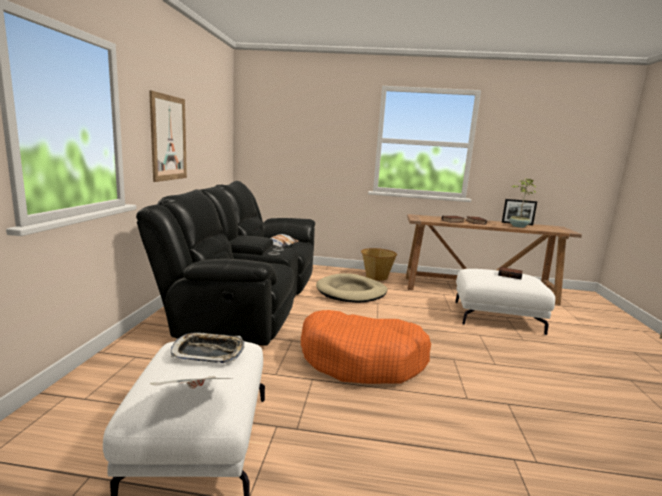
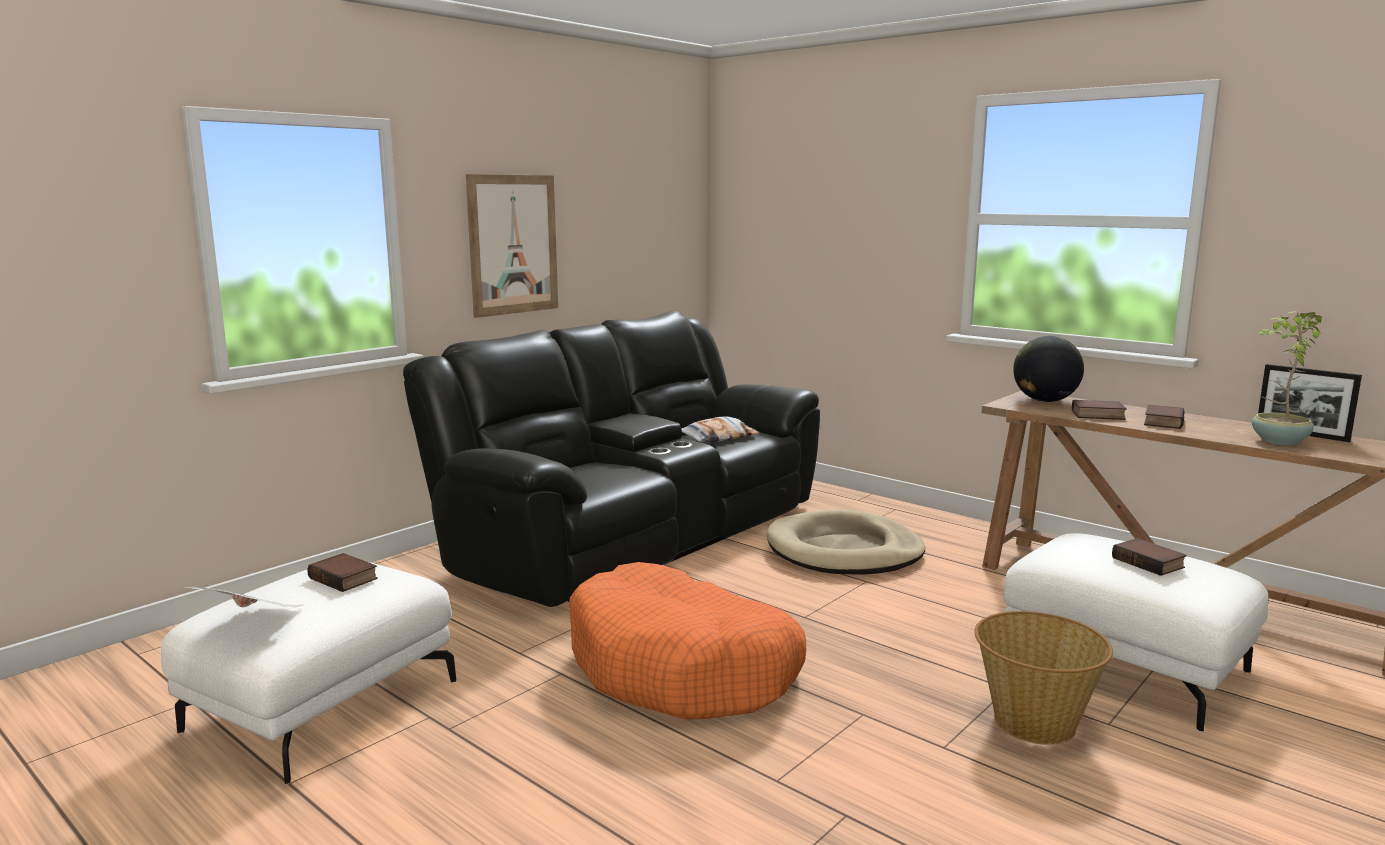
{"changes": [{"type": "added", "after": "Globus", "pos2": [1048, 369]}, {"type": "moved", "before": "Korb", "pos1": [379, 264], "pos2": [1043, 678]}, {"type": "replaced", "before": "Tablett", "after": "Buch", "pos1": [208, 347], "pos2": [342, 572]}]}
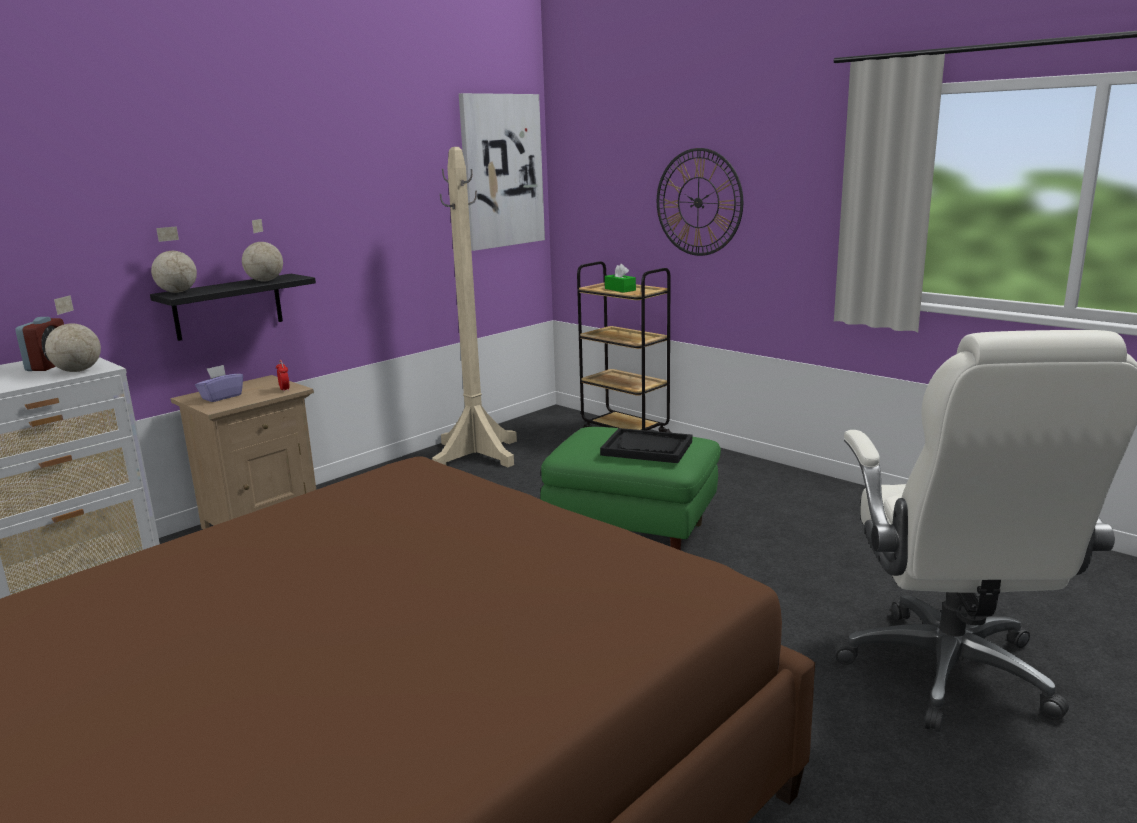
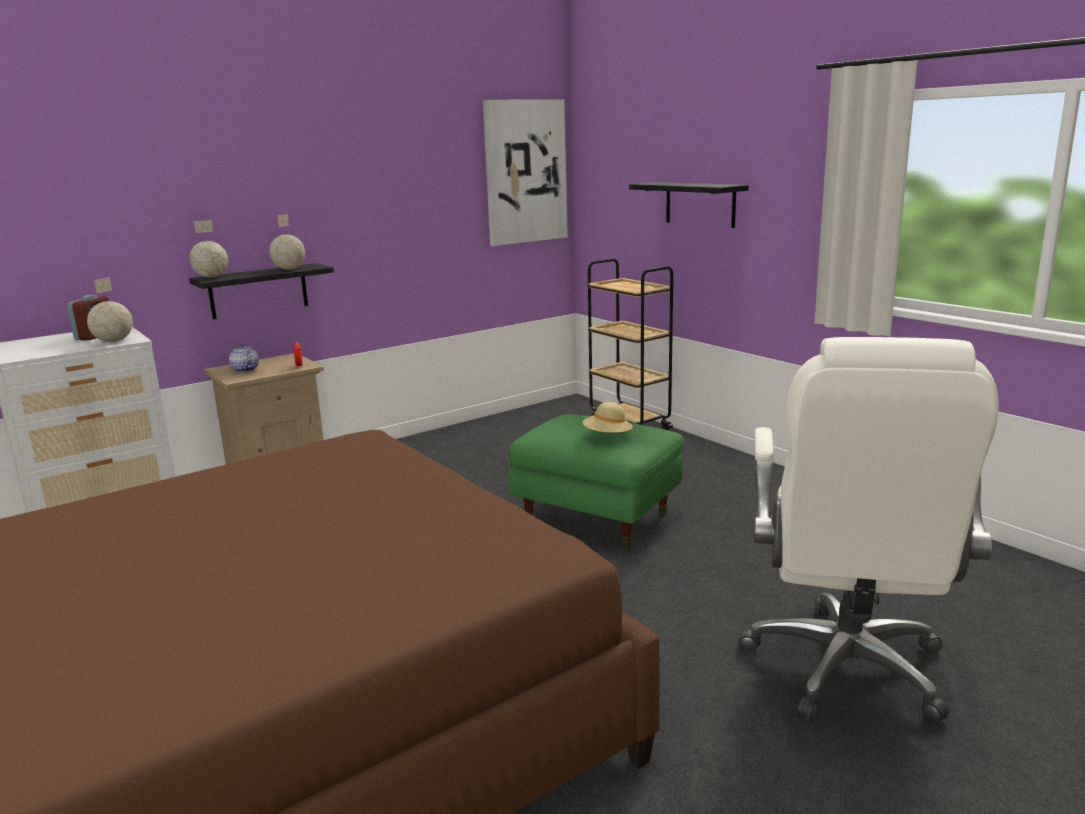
{"changes": [{"type": "removed", "before": "Kleiderständer [beige]", "pos1": [474, 307]}, {"type": "removed", "before": "Taschentuchbox [grün]", "pos1": [620, 278]}, {"type": "replaced", "before": "Taschentuchbox [lila]", "after": "Teekanne", "pos1": [219, 383], "pos2": [244, 358]}, {"type": "replaced", "before": "Tablett [schwarz]", "after": "Hut [beige]", "pos1": [646, 445], "pos2": [608, 418]}, {"type": "replaced", "before": "Wanduhr", "after": "Wandregal [schwarz]", "pos1": [700, 202], "pos2": [689, 205]}]}
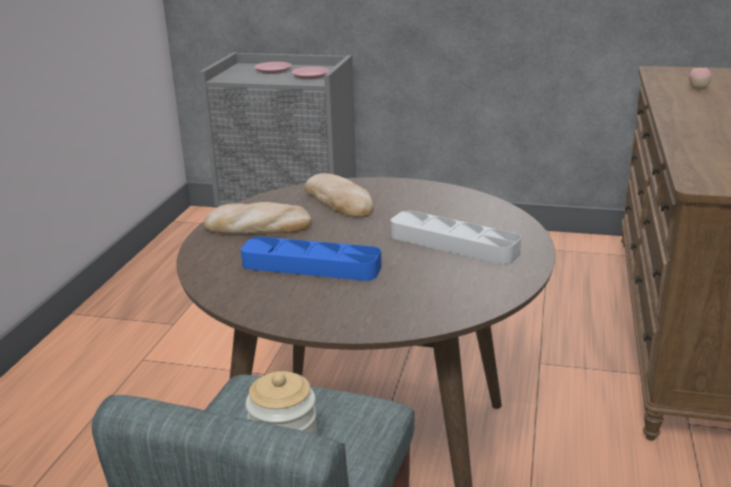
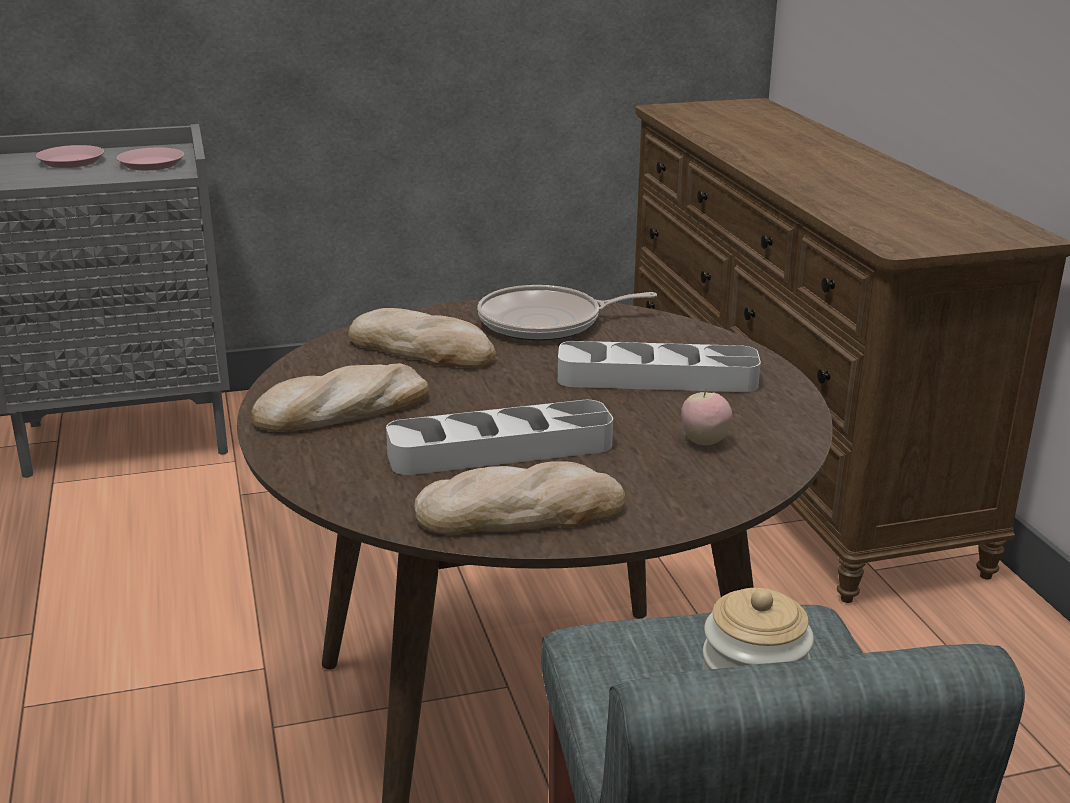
{"changes": [{"type": "added", "after": "Brot", "pos2": [520, 498]}, {"type": "added", "after": "Pfanne", "pos2": [567, 313]}, {"type": "moved", "before": "Apfel", "pos1": [700, 77], "pos2": [707, 417]}, {"type": "recoloured", "before": "Tablett [blau]", "after": "Tablett [grau]", "pos1": [311, 259], "pos2": [499, 437]}]}
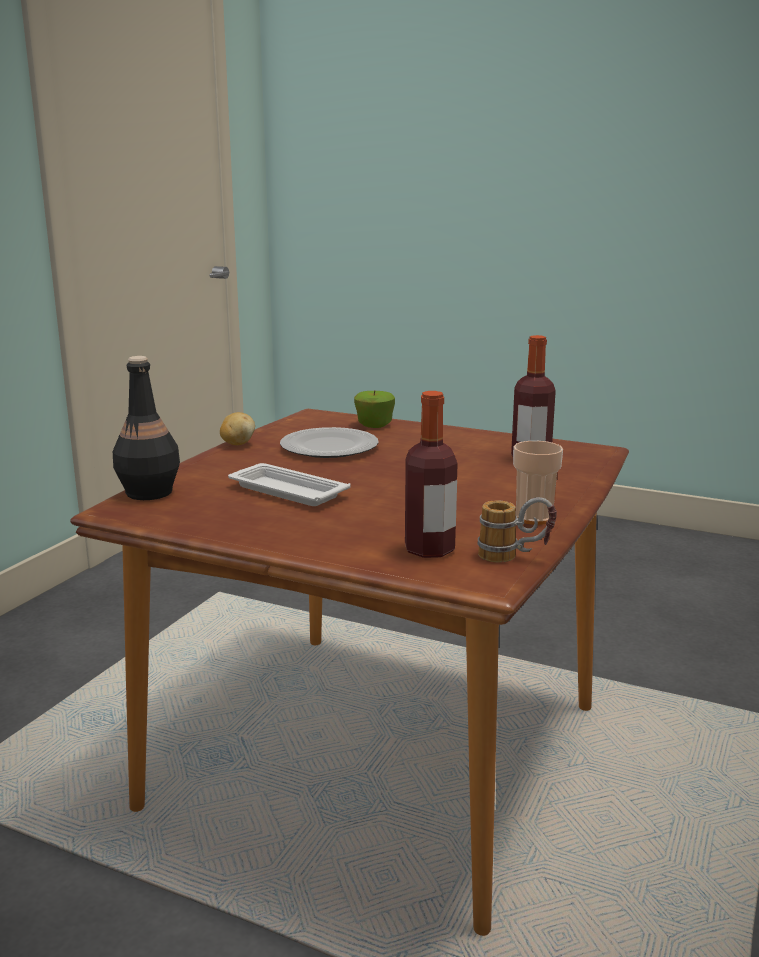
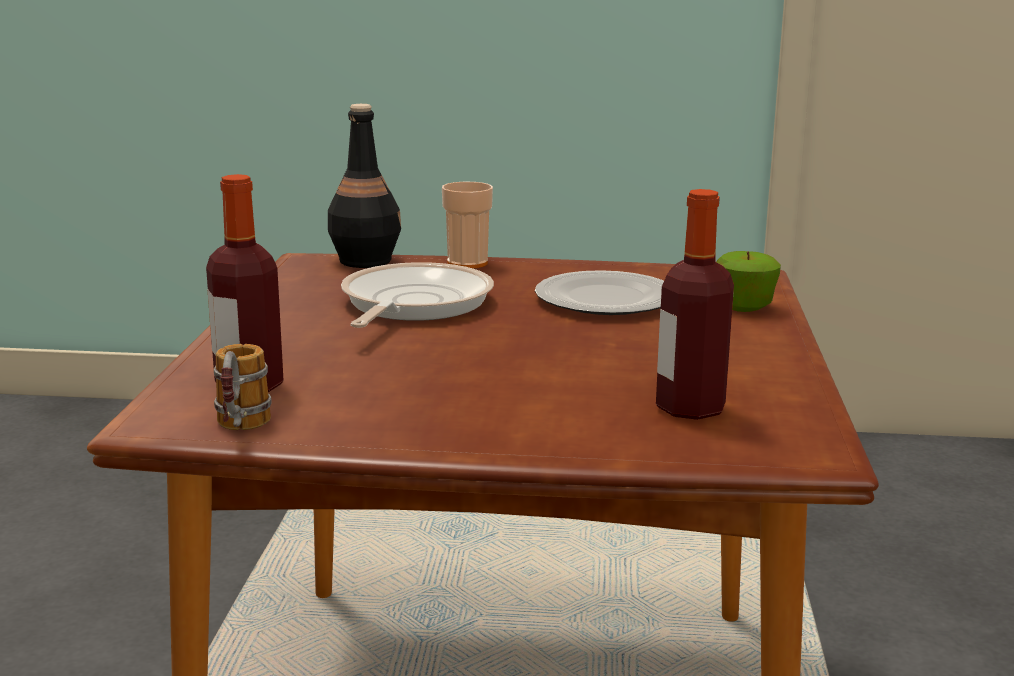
{"changes": [{"type": "removed", "before": "Kartoffel", "pos1": [237, 428]}, {"type": "moved", "before": "Tasse", "pos1": [538, 483], "pos2": [467, 225]}, {"type": "replaced", "before": "Tablett [weiß]", "after": "Pfanne", "pos1": [289, 484], "pos2": [417, 295]}]}
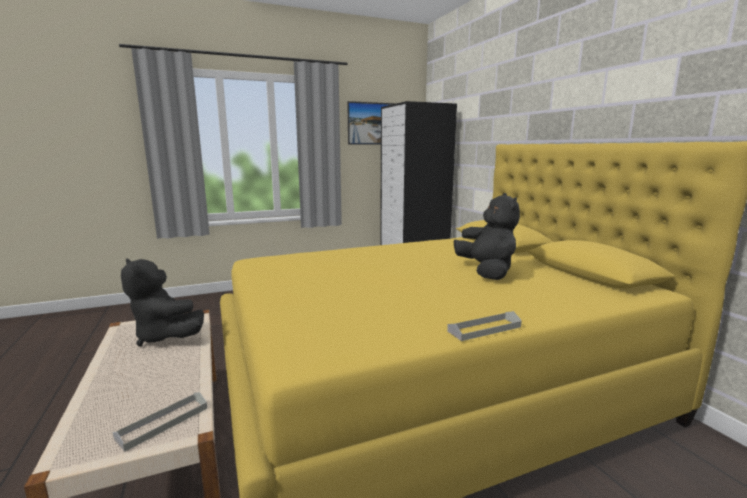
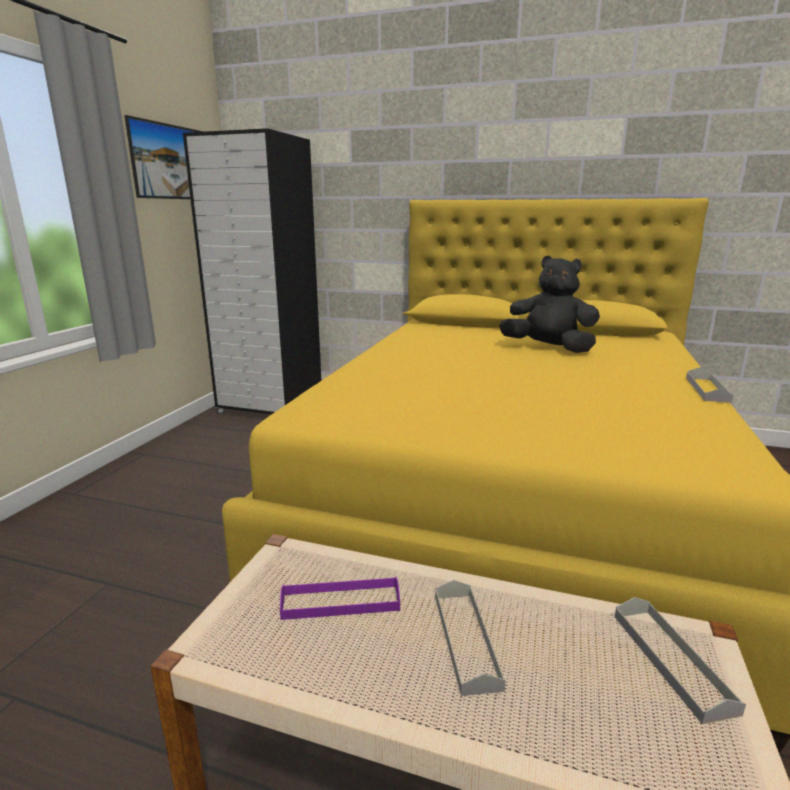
{"changes": [{"type": "added", "after": "Tablett [grau]", "pos2": [470, 638]}, {"type": "replaced", "before": "Plüschtier [schwarz]", "after": "Tablett [lila]", "pos1": [162, 302], "pos2": [340, 598]}]}
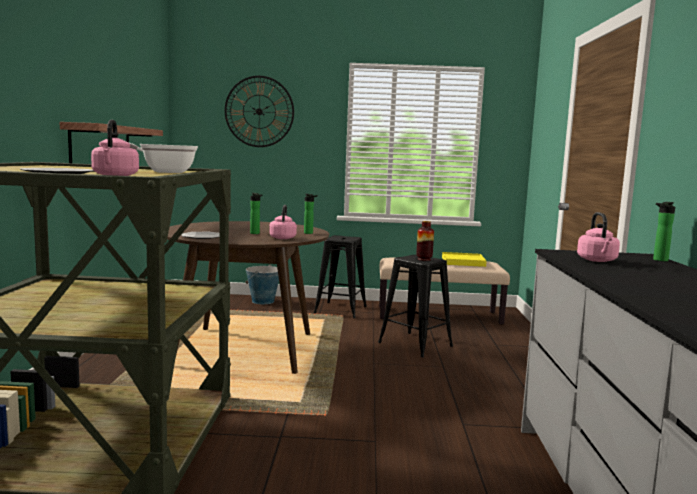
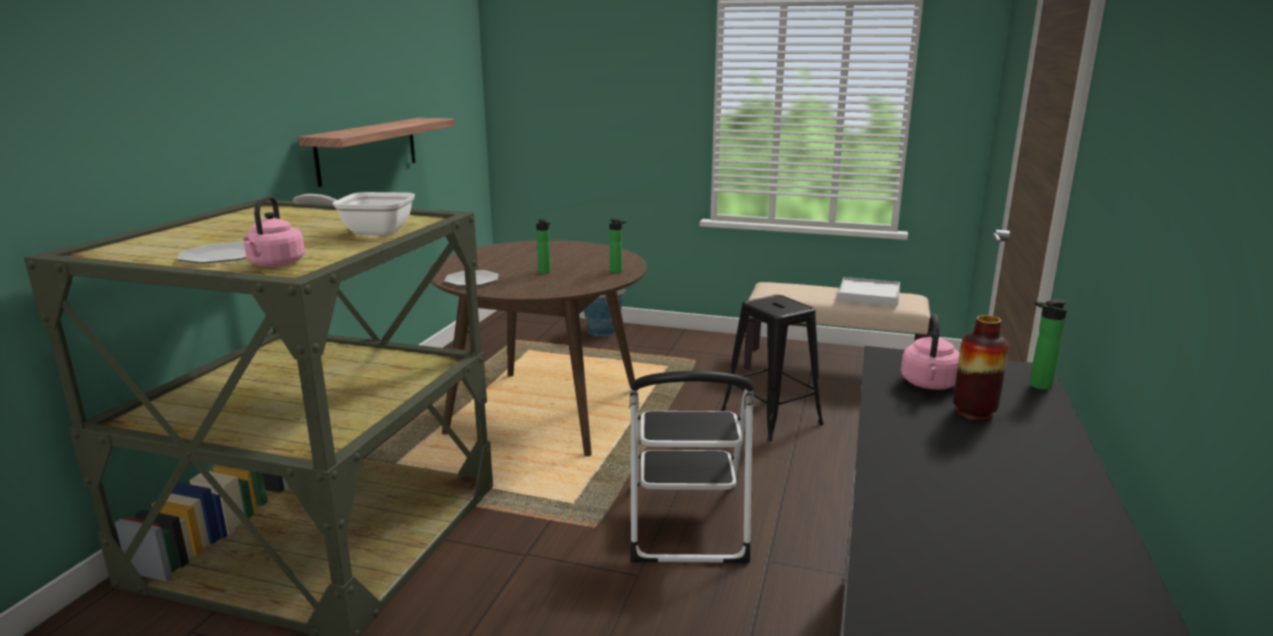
{"changes": [{"type": "removed", "before": "Wanduhr", "pos1": [259, 111]}, {"type": "removed", "before": "Wasserkessel [rosa]", "pos1": [283, 222]}, {"type": "removed", "before": "Hocker [schwarz]", "pos1": [340, 276]}, {"type": "added", "after": "Trittleiter", "pos2": [691, 467]}, {"type": "moved", "before": "Vase", "pos1": [425, 241], "pos2": [981, 368]}, {"type": "recoloured", "before": "Tablett [gelb]", "after": "Tablett [weiß]", "pos1": [464, 259], "pos2": [869, 291]}]}
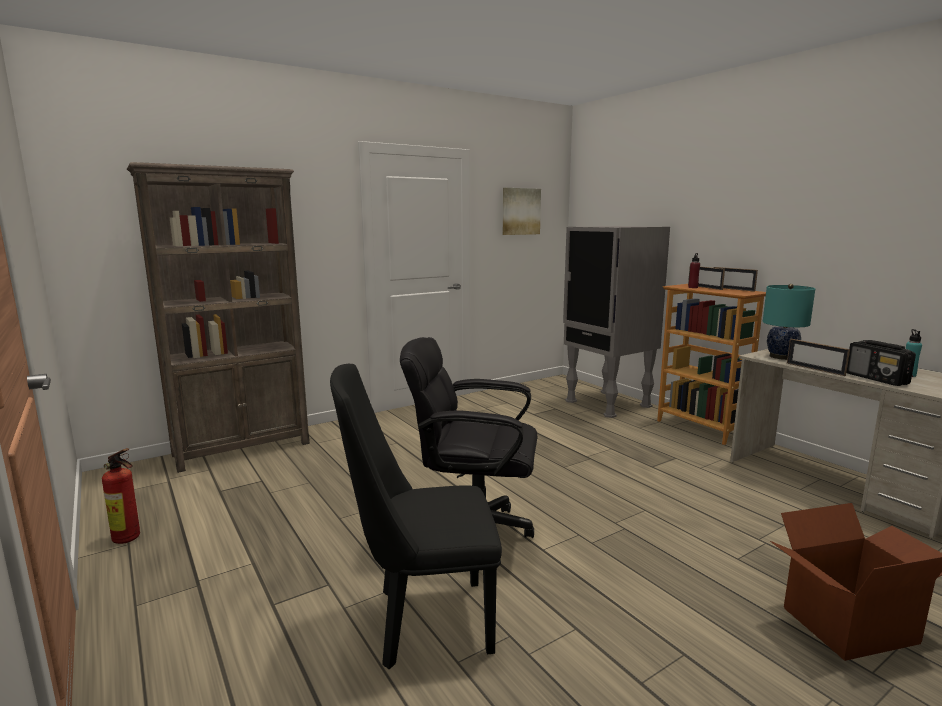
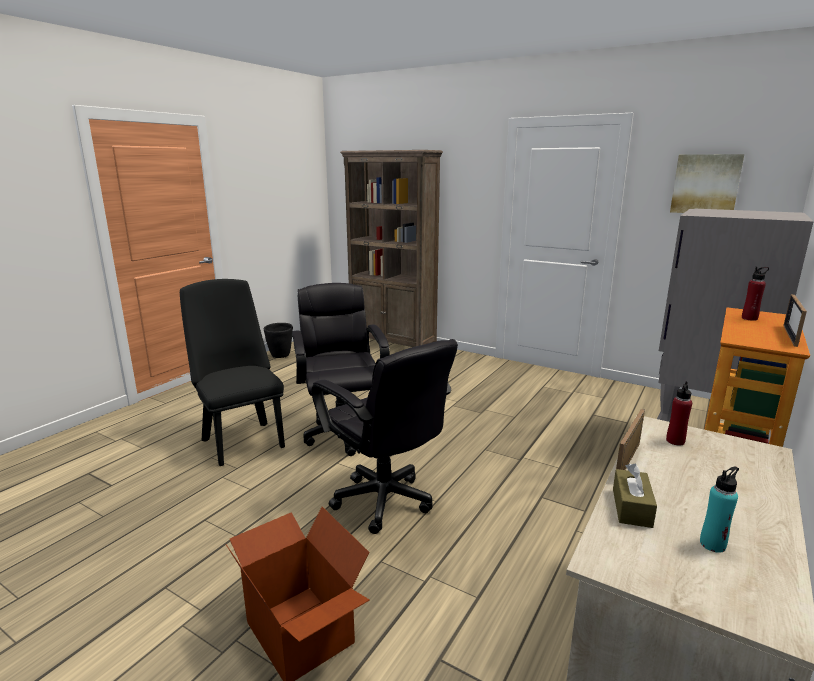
{"changes": [{"type": "removed", "before": "Bilderrahmen", "pos1": [706, 278]}, {"type": "added", "after": "Bürostuhl [schwarz]", "pos2": [384, 436]}, {"type": "replaced", "before": "Feuerlöscher", "after": "Pflanzkübel [schwarz]", "pos1": [121, 496], "pos2": [278, 340]}, {"type": "replaced", "before": "Tischlampe [türkis]", "after": "Flasche [rot]", "pos1": [789, 322], "pos2": [679, 414]}, {"type": "replaced", "before": "Radio", "after": "Taschentuchbox [braun]", "pos1": [881, 363], "pos2": [635, 496]}]}
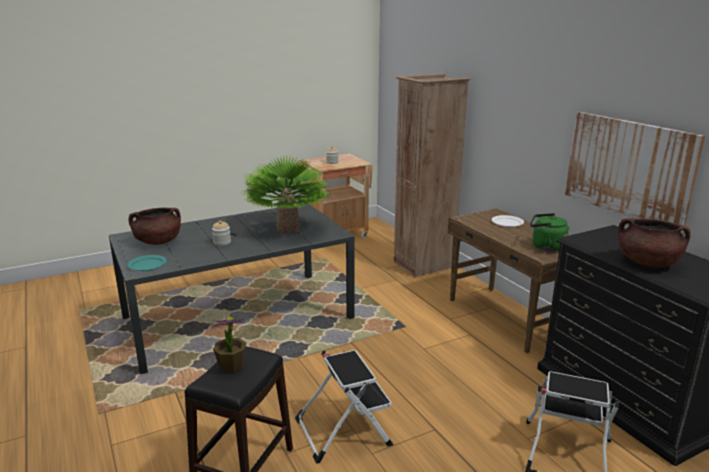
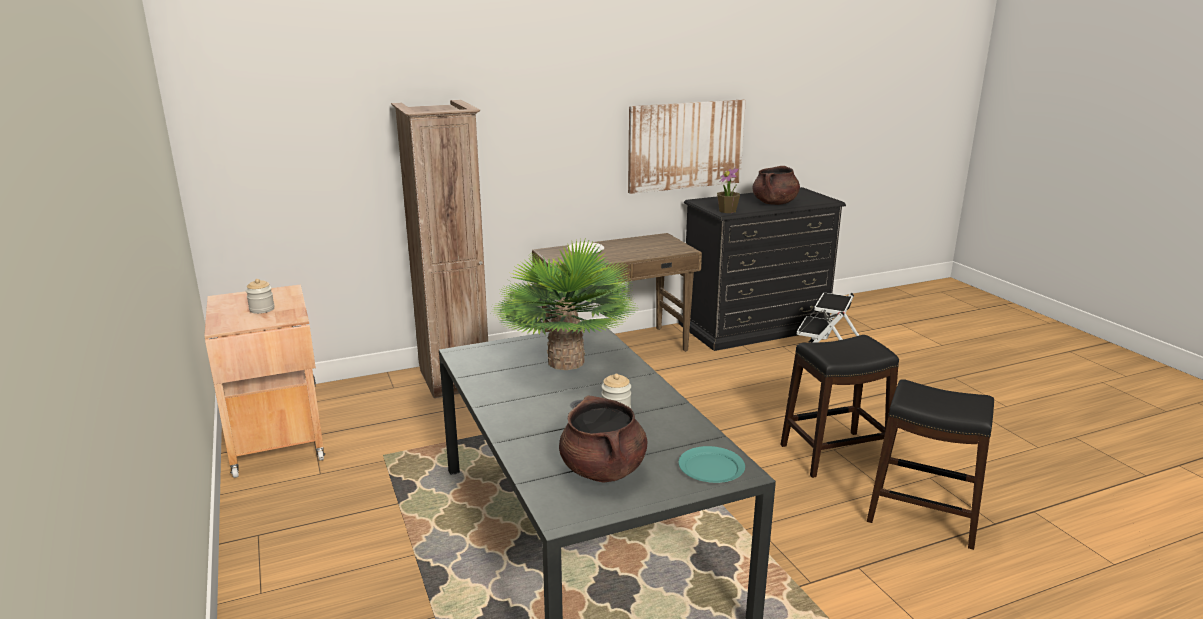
{"changes": [{"type": "removed", "before": "Wasserkessel [grün]", "pos1": [549, 232]}, {"type": "moved", "before": "Topfpflanze", "pos1": [229, 344], "pos2": [728, 190]}, {"type": "replaced", "before": "Trittleiter", "after": "Hocker [schwarz]", "pos1": [344, 407], "pos2": [839, 406]}]}
